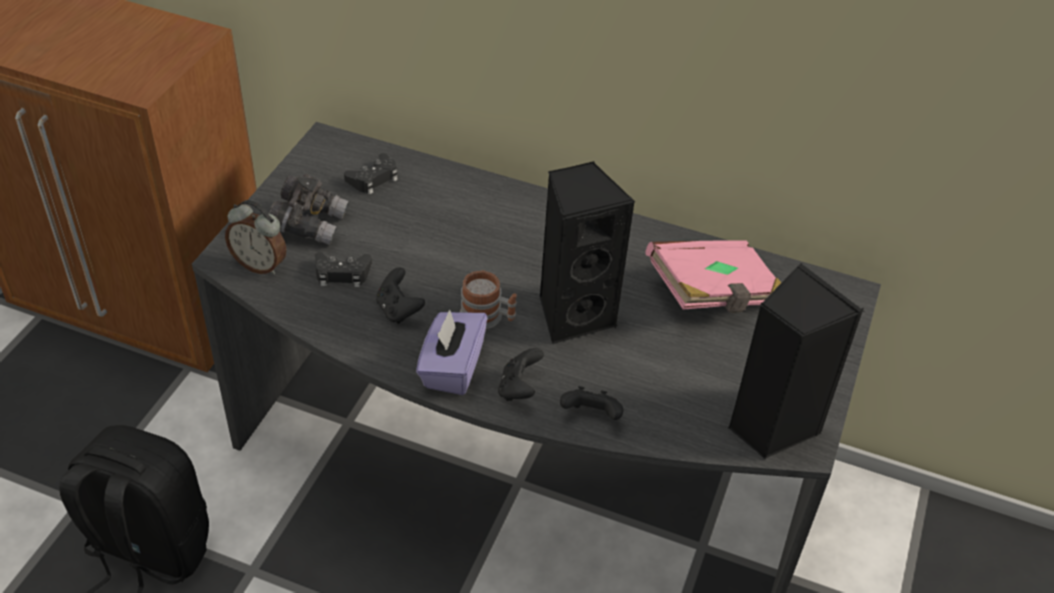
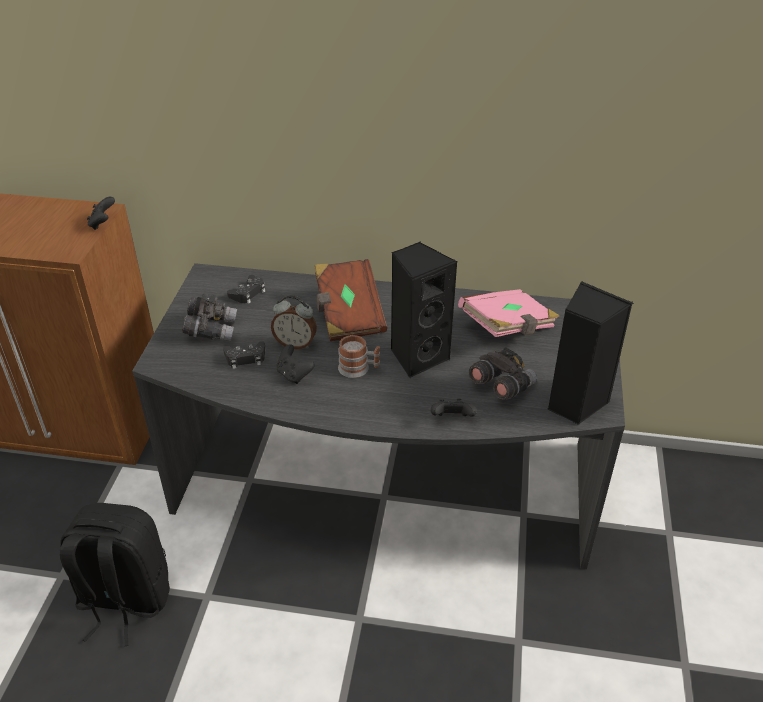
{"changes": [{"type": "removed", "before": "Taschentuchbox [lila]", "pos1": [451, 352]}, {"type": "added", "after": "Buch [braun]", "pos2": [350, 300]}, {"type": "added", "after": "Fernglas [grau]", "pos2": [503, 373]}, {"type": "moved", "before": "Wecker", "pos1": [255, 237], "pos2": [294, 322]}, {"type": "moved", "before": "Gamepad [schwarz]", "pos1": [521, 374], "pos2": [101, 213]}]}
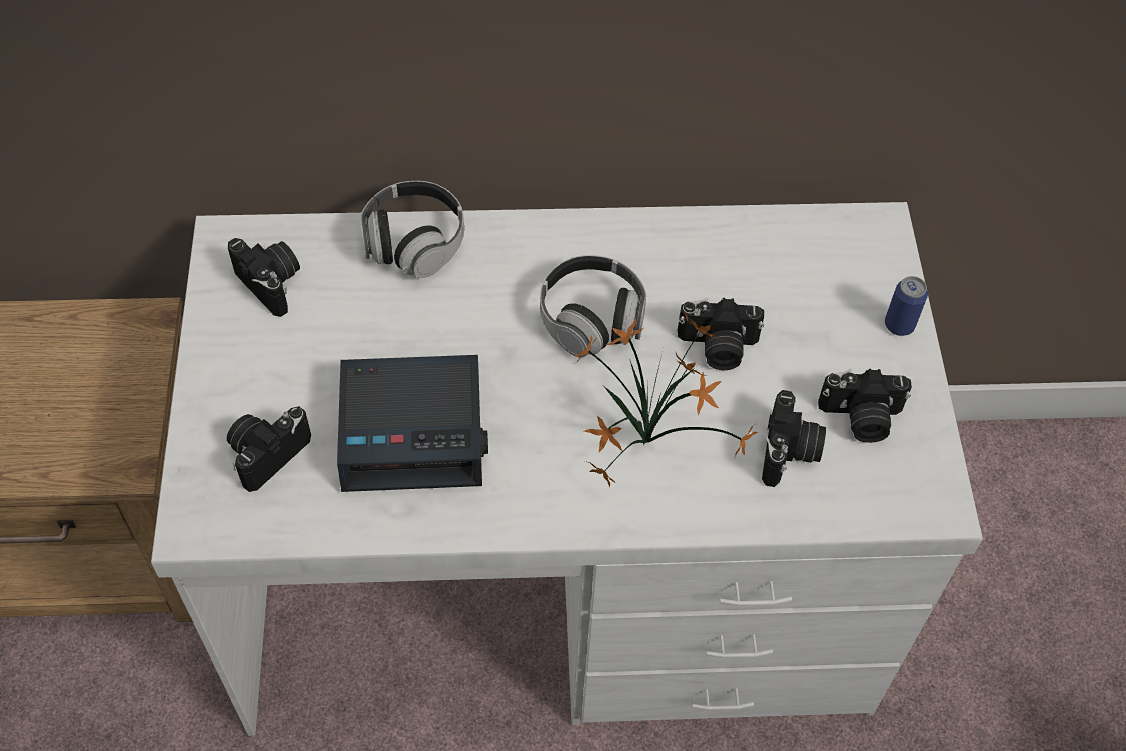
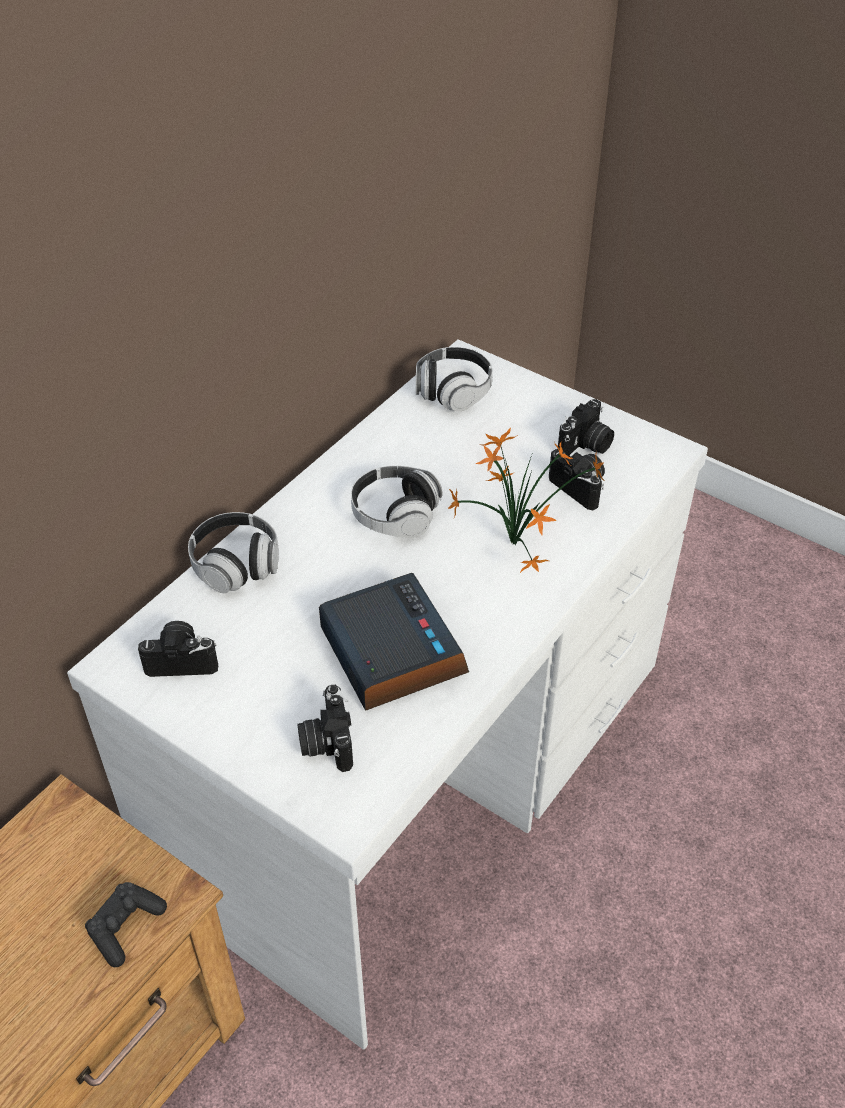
{"changes": [{"type": "removed", "before": "Kamera", "pos1": [720, 334]}, {"type": "removed", "before": "Dose", "pos1": [906, 306]}, {"type": "added", "after": "Gamepad [schwarz]", "pos2": [126, 924]}, {"type": "added", "after": "Kopfhörer", "pos2": [454, 379]}, {"type": "turned", "before": "Wecker", "pos1": [412, 423], "pos2": [394, 642], "turn": -60}]}
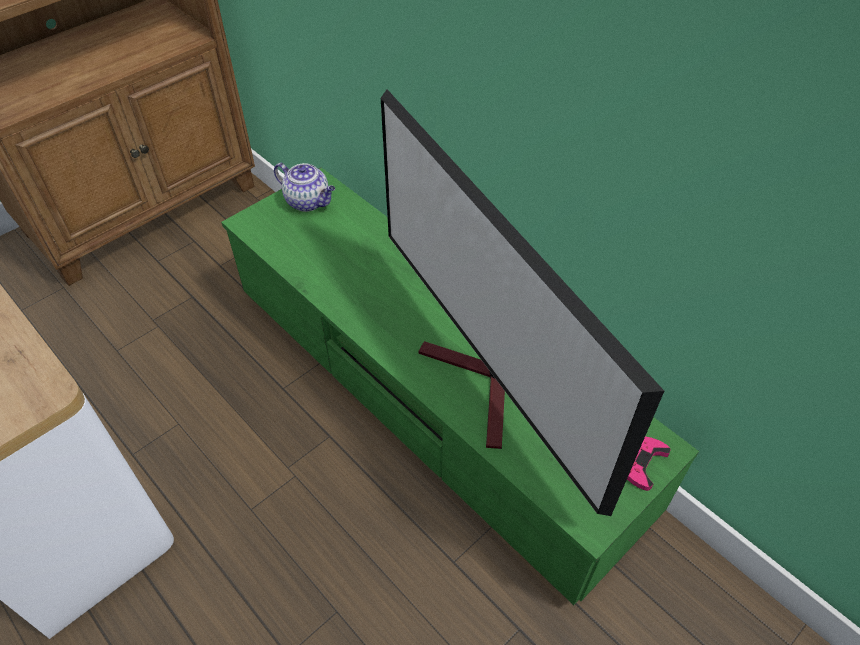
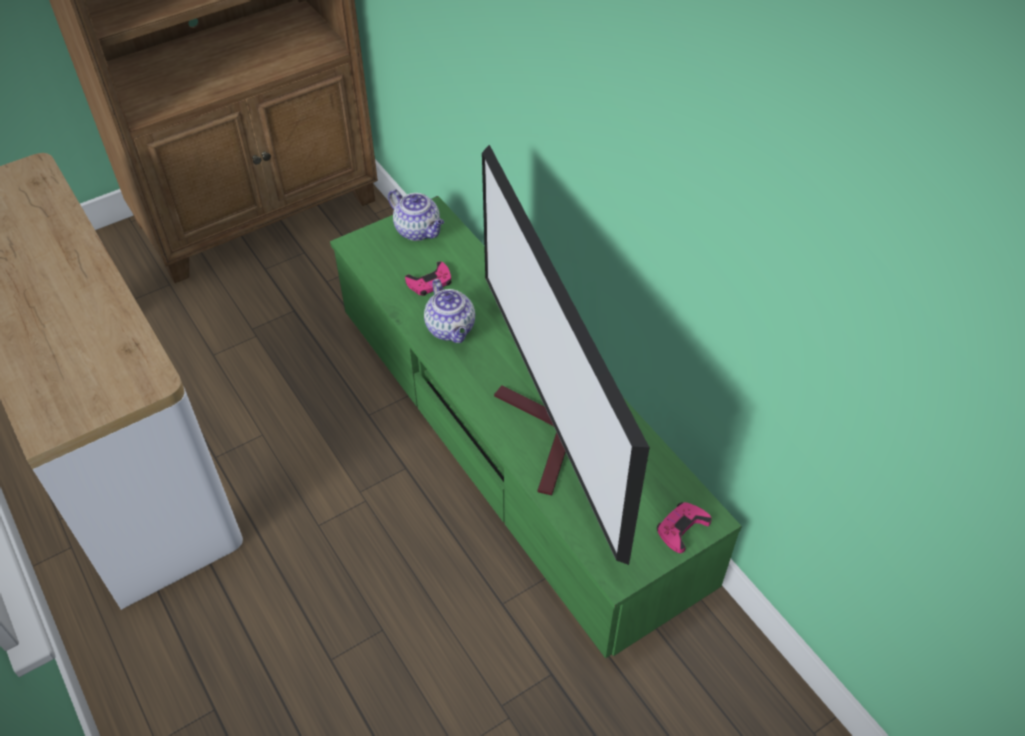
{"changes": [{"type": "added", "after": "Gamepad [rosa]", "pos2": [428, 278]}, {"type": "added", "after": "Teekanne", "pos2": [449, 311]}]}
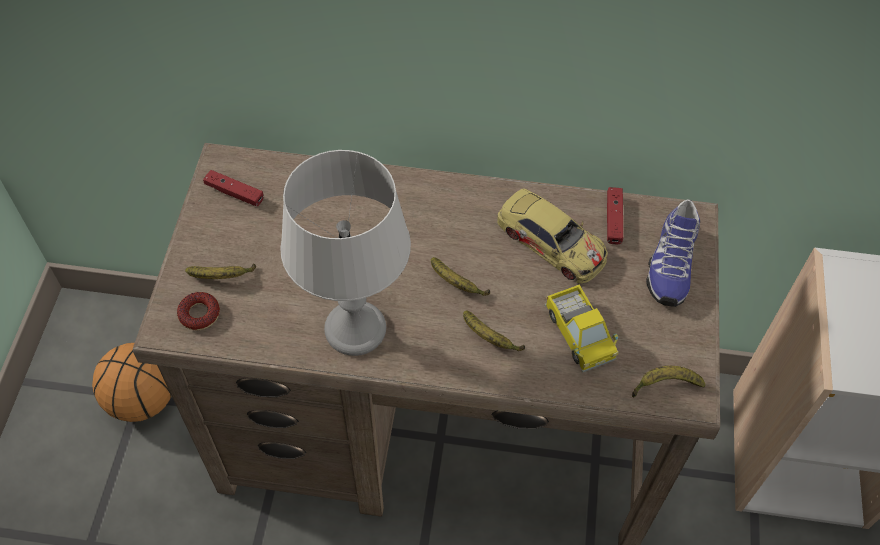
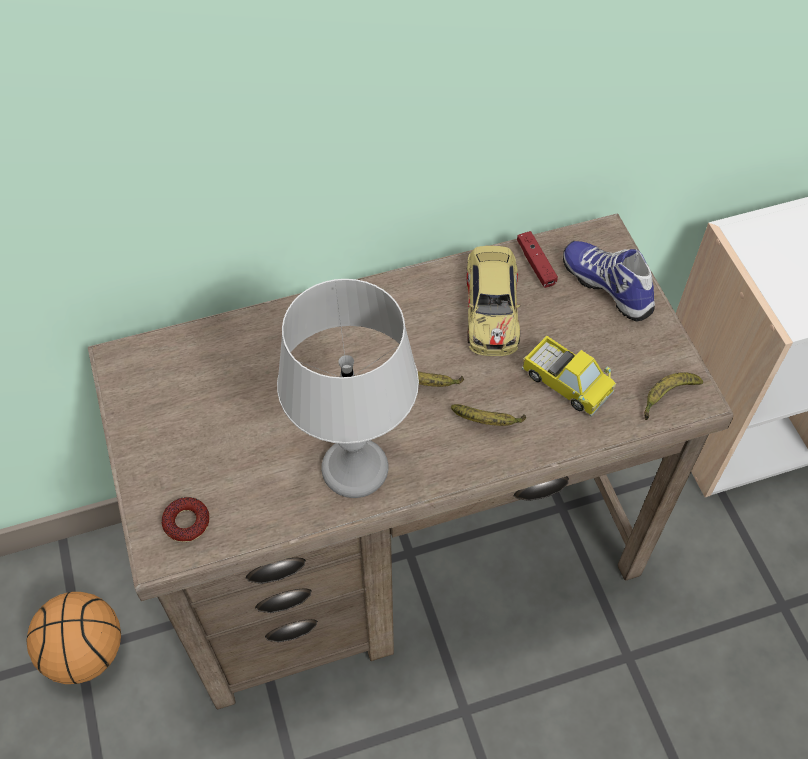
{"changes": [{"type": "removed", "before": "Banane", "pos1": [220, 271]}, {"type": "removed", "before": "Gamepad [rot]", "pos1": [233, 188]}, {"type": "turned", "before": "Spielzeugauto", "pos1": [552, 235], "pos2": [493, 301], "turn": 75}, {"type": "turned", "before": "Schuh", "pos1": [673, 253], "pos2": [609, 281], "turn": 150}]}
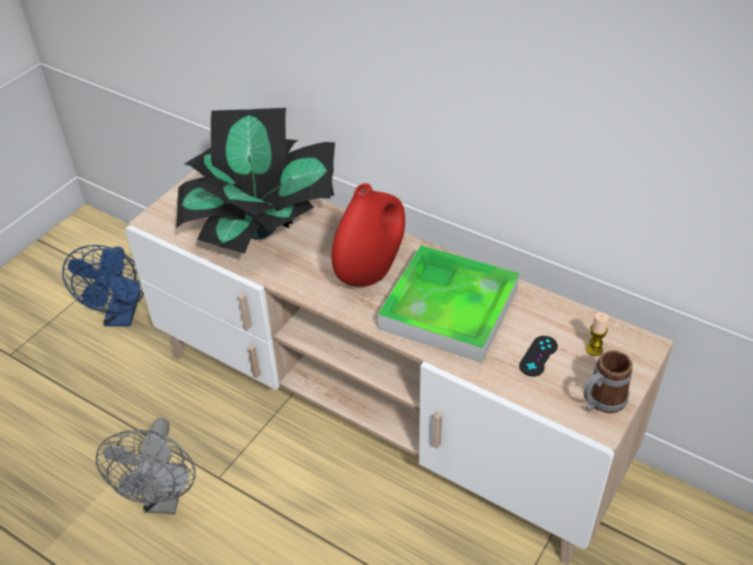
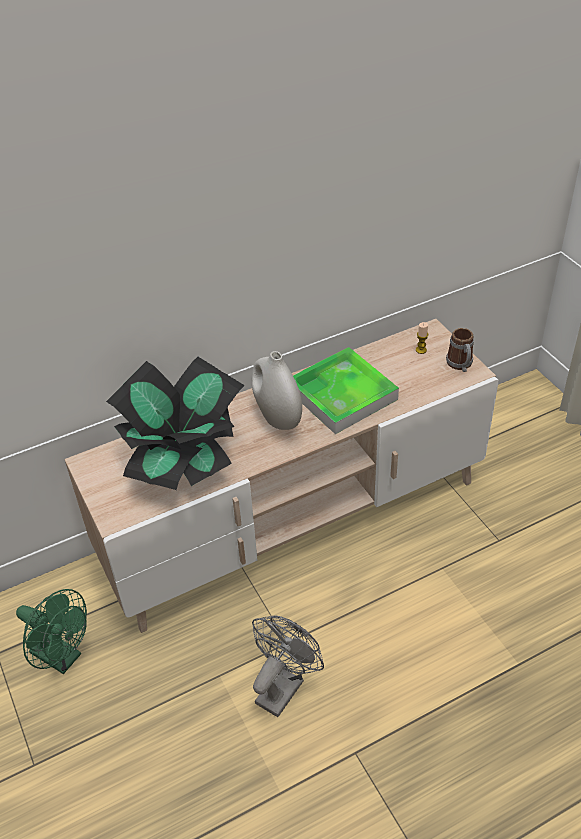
{"changes": [{"type": "removed", "before": "Gamepad [schwarz]", "pos1": [538, 356]}, {"type": "recoloured", "before": "Ventilator [blau]", "after": "Ventilator [grün]", "pos1": [103, 286], "pos2": [51, 631]}, {"type": "recoloured", "before": "Vase [rot]", "after": "Vase [weiß]", "pos1": [368, 235], "pos2": [277, 390]}, {"type": "turned", "before": "Ventilator [grau]", "pos1": [146, 466], "pos2": [288, 666], "turn": -90}]}
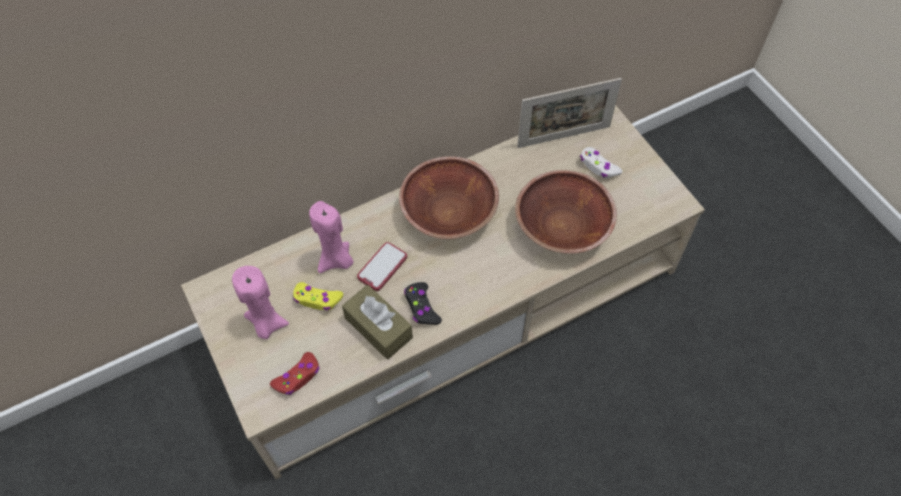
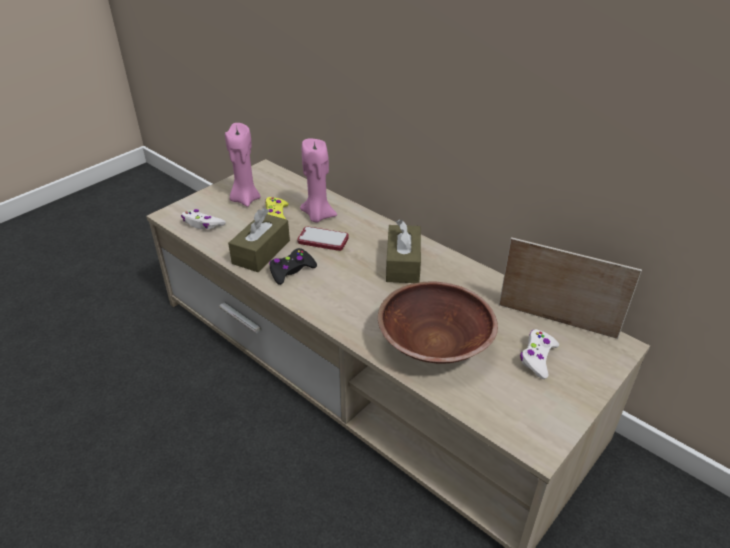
{"changes": [{"type": "replaced", "before": "Schüssel [braun]", "after": "Taschentuchbox [braun]", "pos1": [449, 197], "pos2": [403, 251]}, {"type": "recoloured", "before": "Gamepad [rot]", "after": "Gamepad [weiß]", "pos1": [294, 373], "pos2": [203, 219]}, {"type": "turned", "before": "Bilderrahmen", "pos1": [569, 113], "pos2": [570, 288], "turn": 150}]}
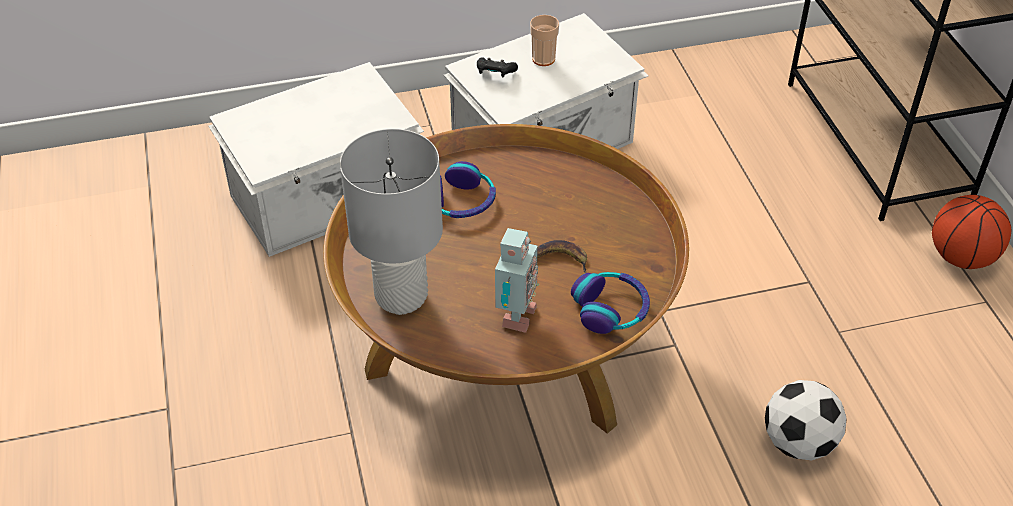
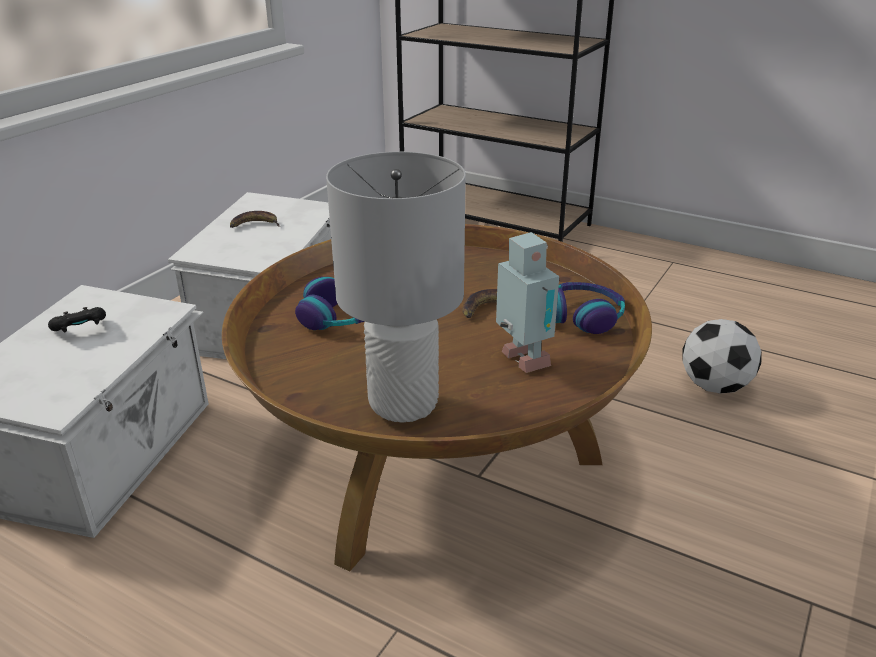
{"changes": [{"type": "removed", "before": "Basketball", "pos1": [971, 232]}, {"type": "moved", "before": "Gamepad [schwarz]", "pos1": [497, 67], "pos2": [77, 319]}, {"type": "replaced", "before": "Tasse", "after": "Banane", "pos1": [544, 40], "pos2": [254, 219]}]}
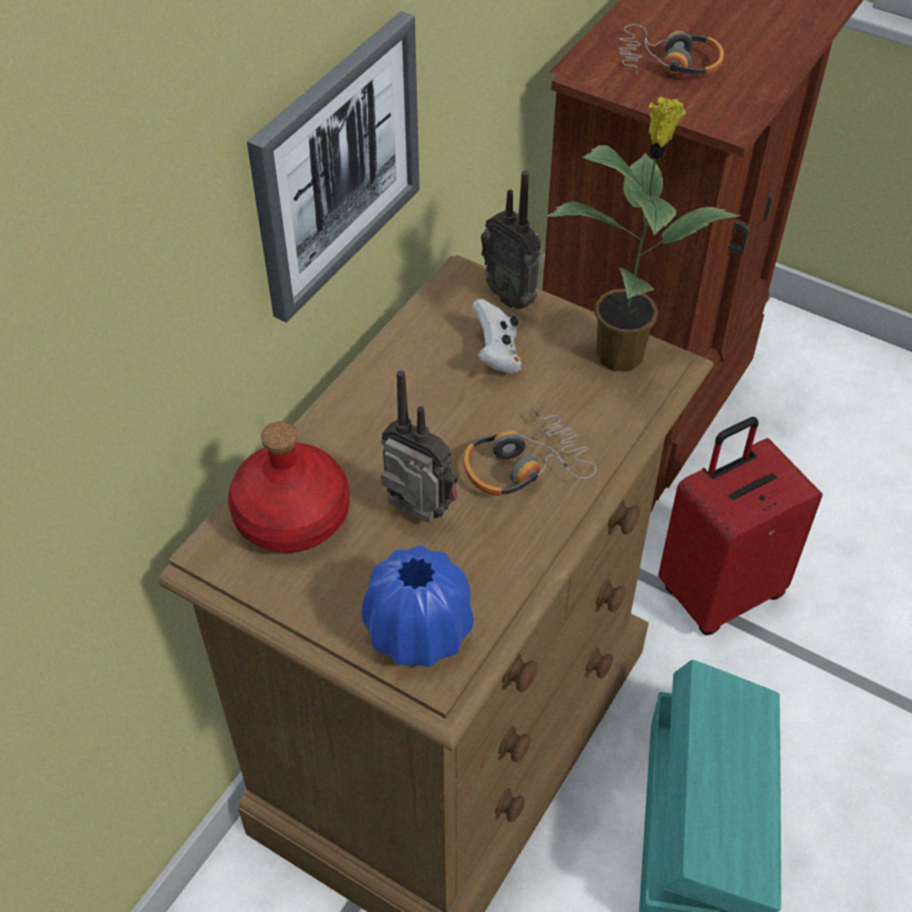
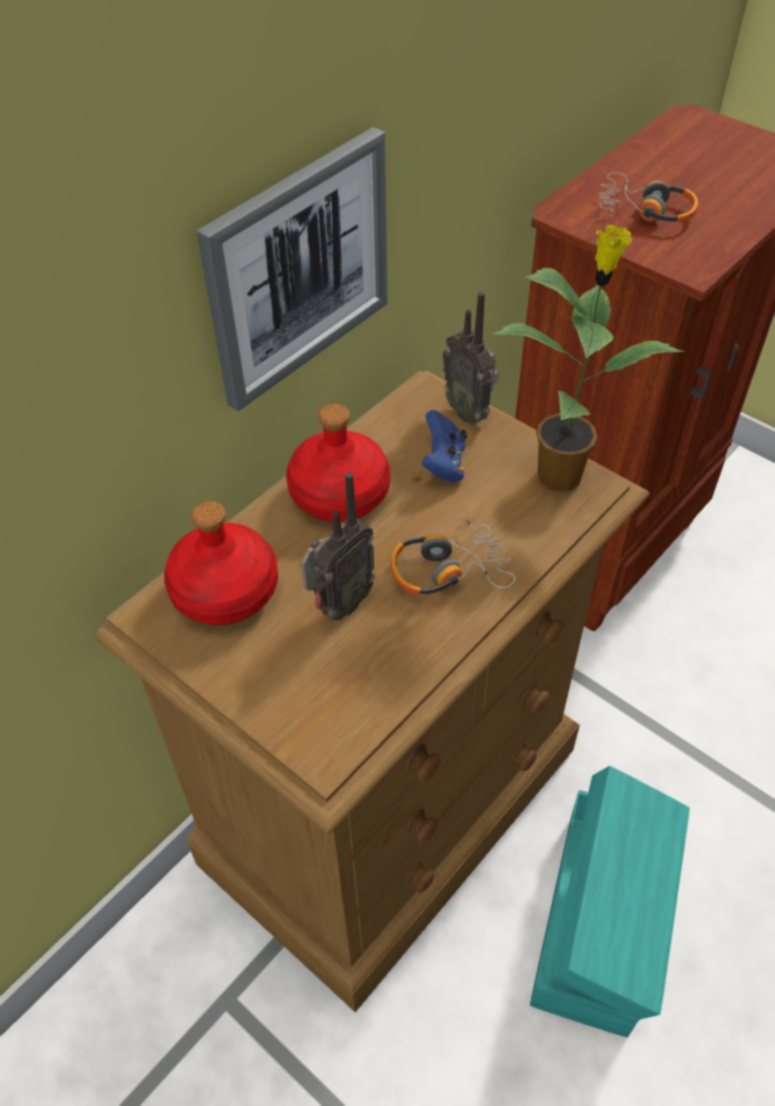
{"changes": [{"type": "removed", "before": "Vase [blau]", "pos1": [417, 606]}, {"type": "removed", "before": "Koffer [rot]", "pos1": [740, 526]}, {"type": "added", "after": "Flasche [rot]", "pos2": [338, 463]}, {"type": "recoloured", "before": "Gamepad [weiß]", "after": "Gamepad [blau]", "pos1": [497, 336], "pos2": [444, 446]}, {"type": "turned", "before": "Radio", "pos1": [419, 446], "pos2": [338, 546], "turn": 90}]}
